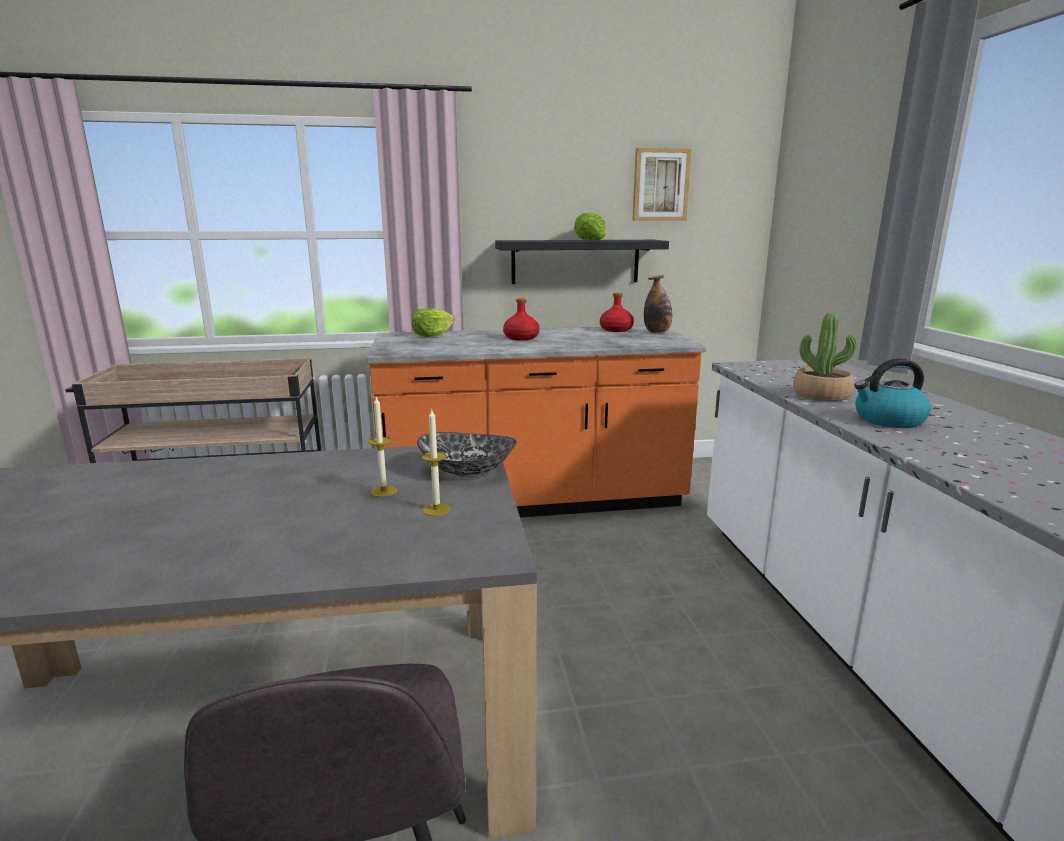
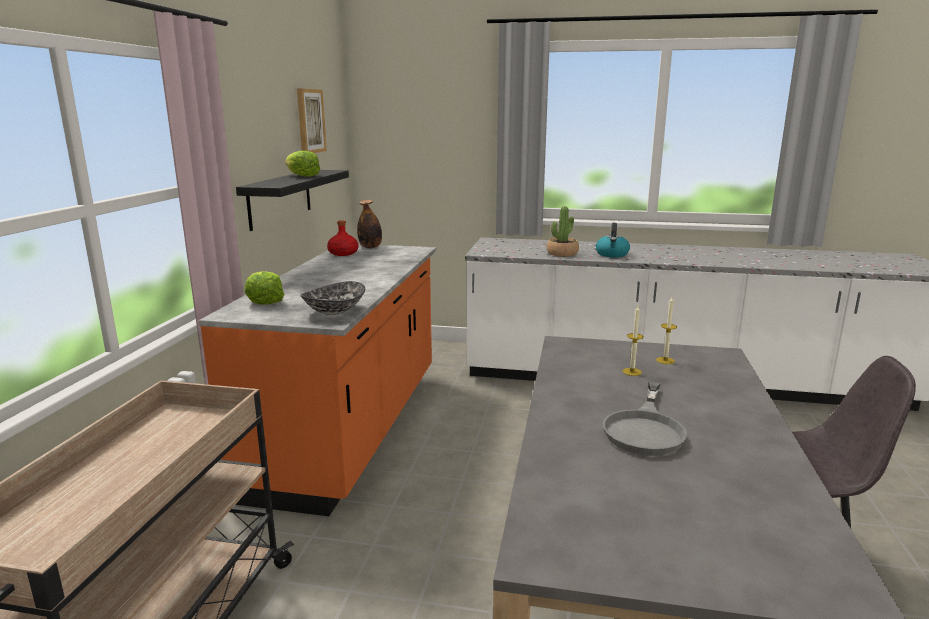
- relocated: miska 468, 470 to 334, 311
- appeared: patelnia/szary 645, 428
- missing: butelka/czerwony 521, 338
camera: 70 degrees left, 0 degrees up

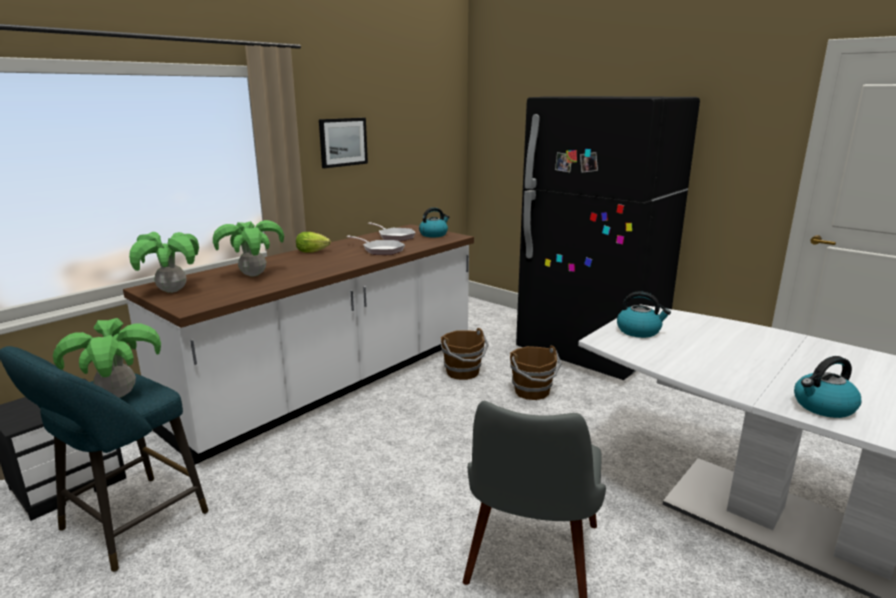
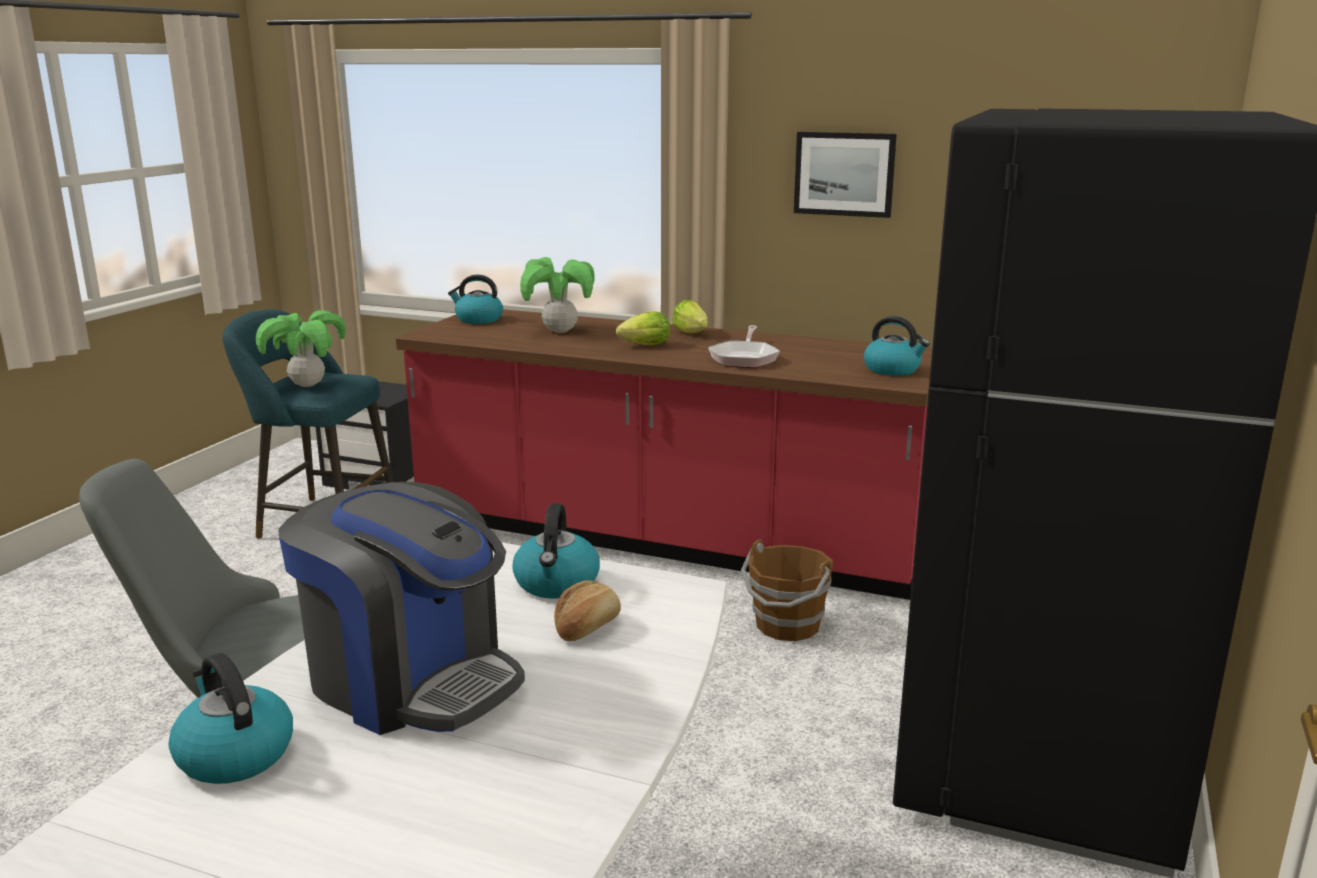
- appeared: ekspres do kawy 411, 680
- colour: zabudowa kuchenna/biały 334, 382 to zabudowa kuchenna/czerwony 666, 537
- exchanged: roślina doniczkowa 172, 291 to czajnik 478, 319
- appeared: chleb 586, 627
- appeared: sałata 642, 346
- missing: patelnia 394, 237
- missing: wiadro/brązowy 532, 392
camera: 70 degrees right, 0 degrees up

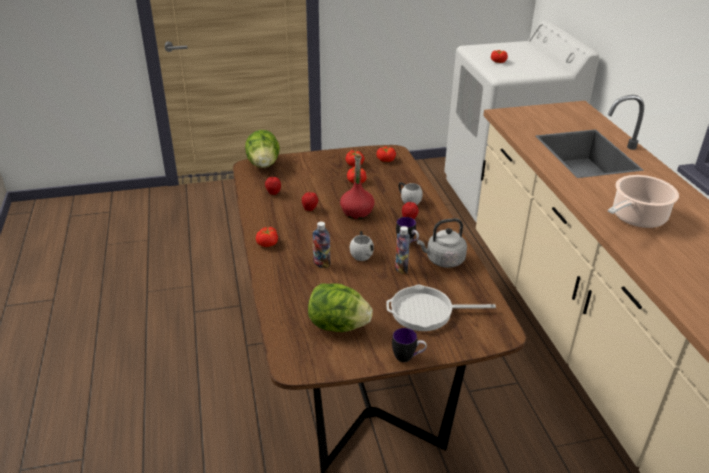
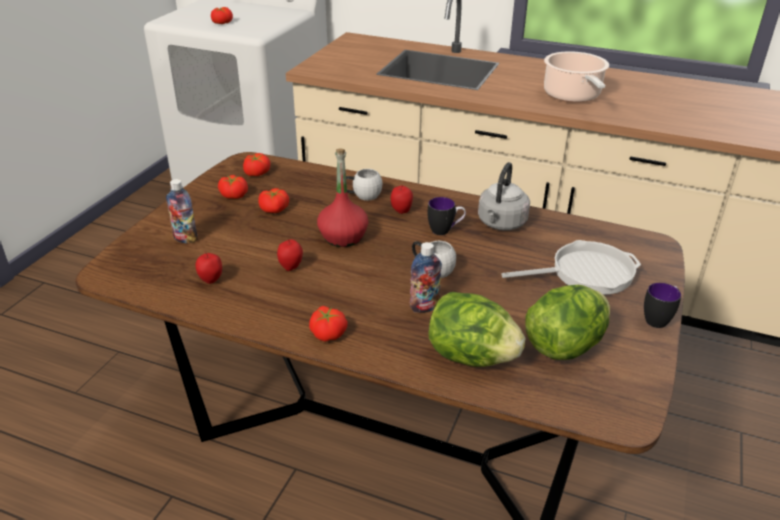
- relocated: butelka 401, 268 to 185, 239
- relocated: sałata 263, 164 to 471, 356
- spun: patelnia 426, 312 = 586, 273 135 degrees counterclockwise
camera: 55 degrees left, 0 degrees up

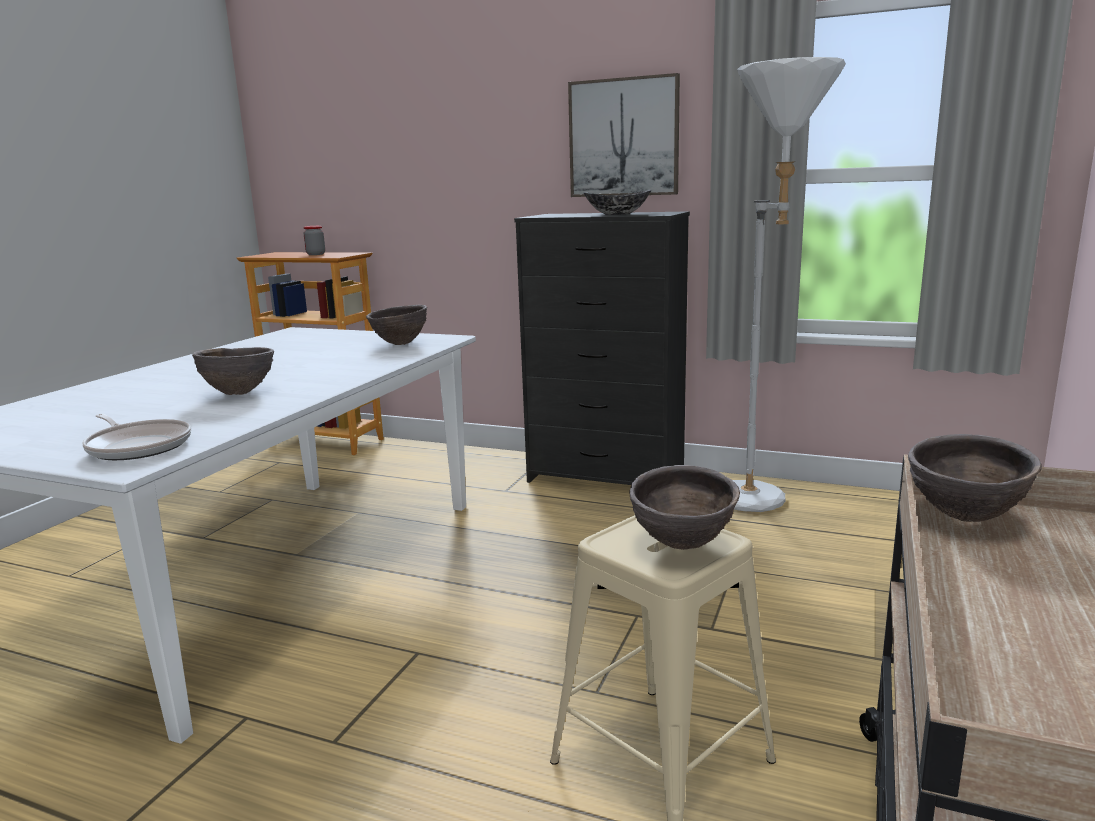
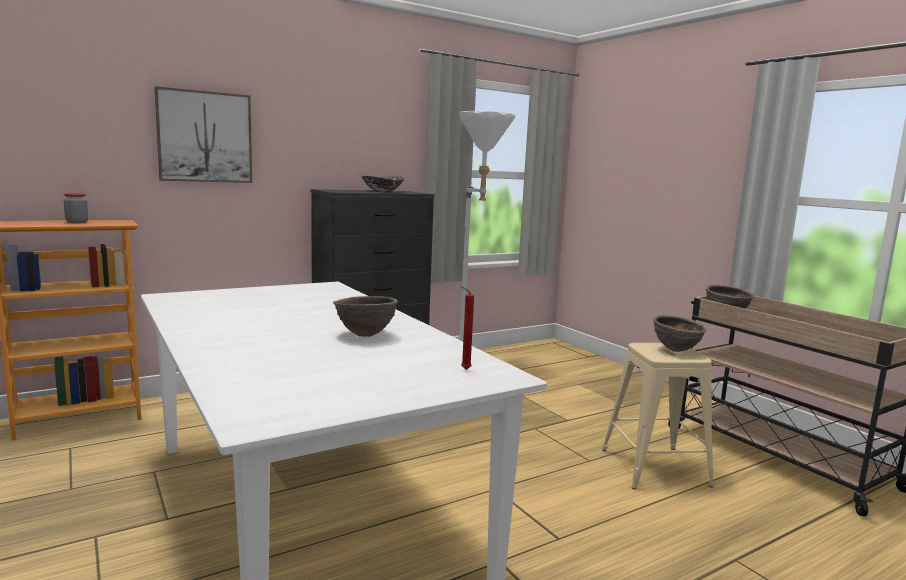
- relocated: obraz 624, 138 to 205, 137
- exchanged: patelnia 138, 446 to świeca/czerwony 464, 369
- missing: miska/brązowy 399, 344
camera: 55 degrees left, 5 degrees down

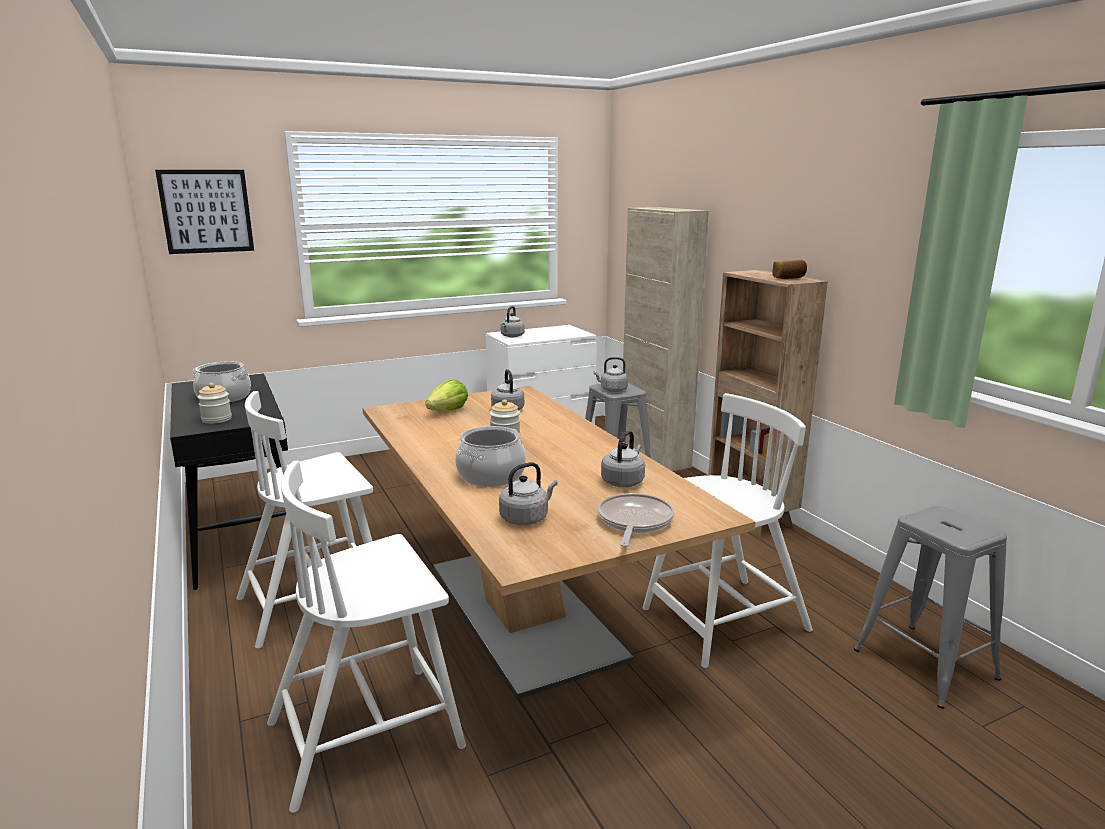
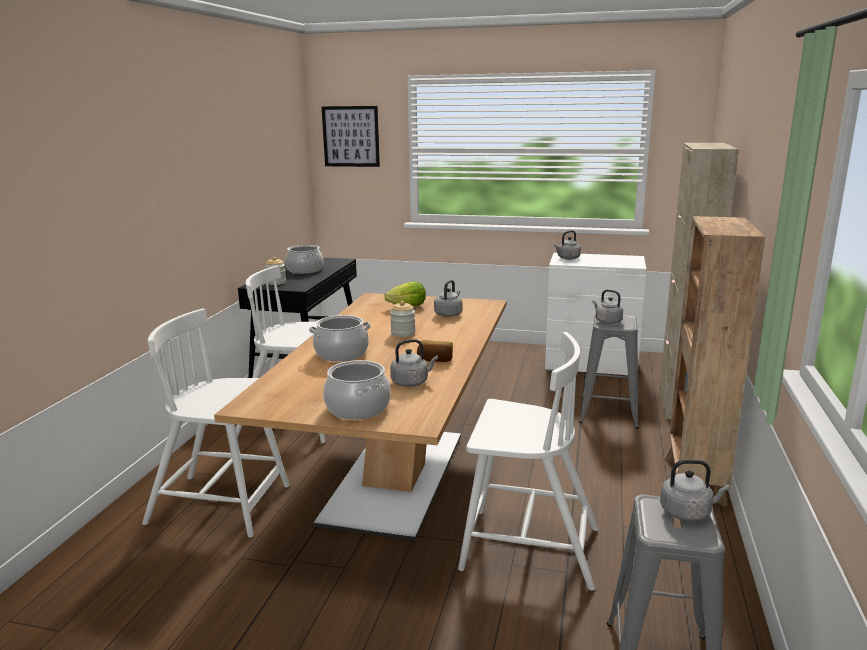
- exchanged: patelnia 634, 522 to garnek 357, 408
- relocated: chleb 789, 278 to 435, 360
- relocated: czajnik/szary 526, 518 to 688, 512
camera: 40 degrees right, 0 degrees up

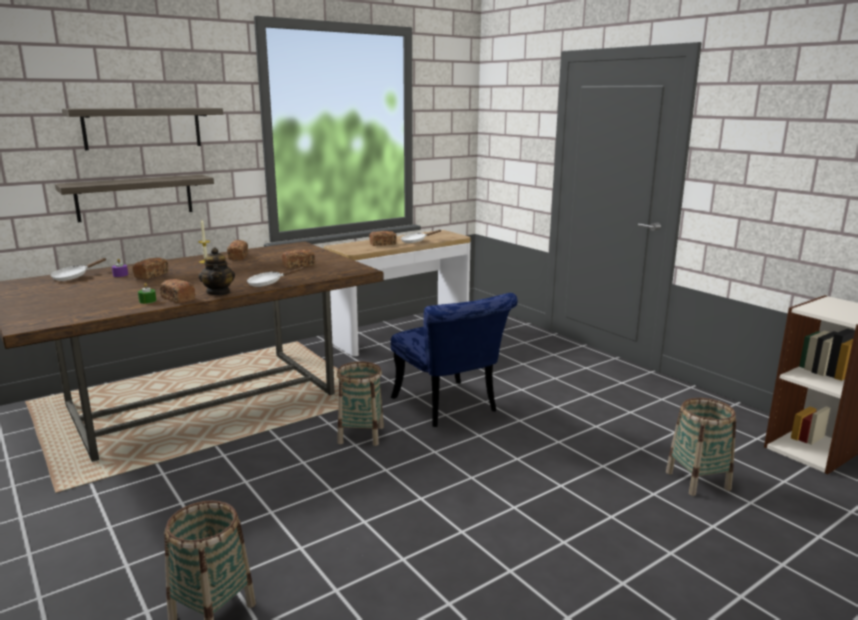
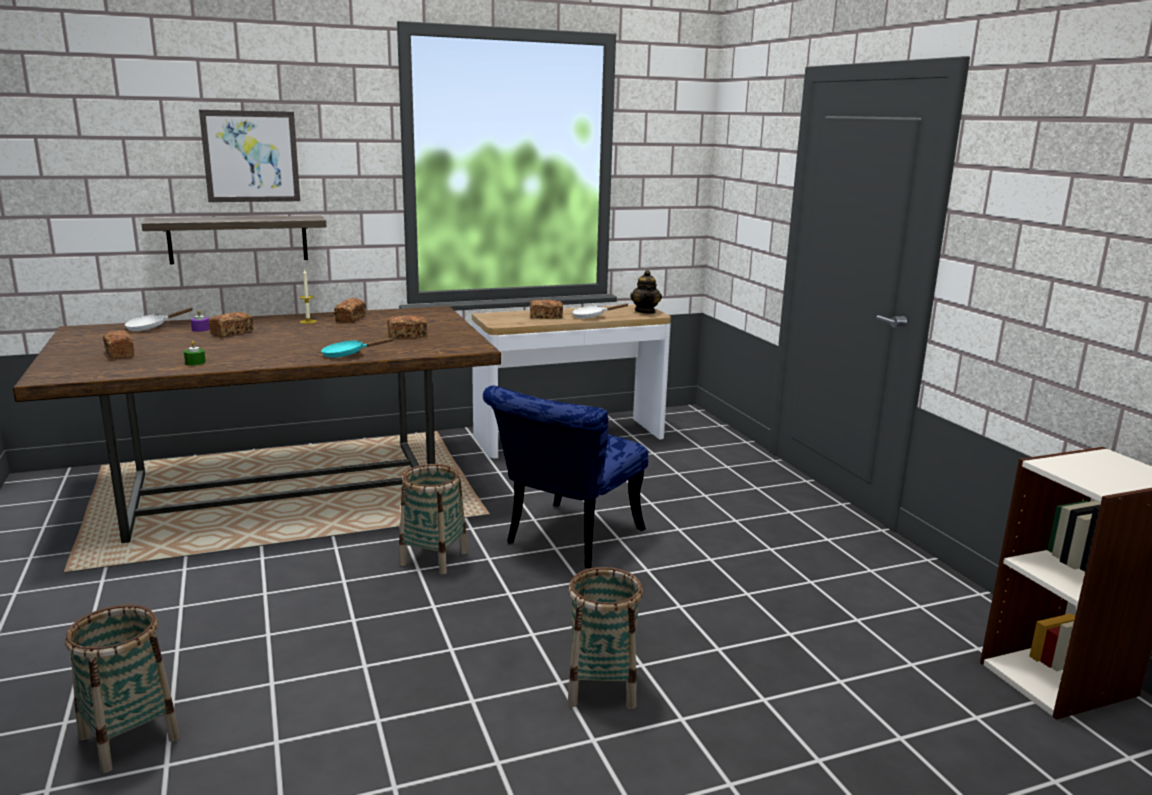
- relocated: chleb 178, 298 to 119, 353
- exchanged: półka 143, 128 to obraz 251, 156
- colour: patelnia/biały 268, 283 to patelnia/turkusowy 348, 354
- spun: krzesło/niebieski 449, 408 = 566, 540 45 degrees clockwise
- relocated: koszyk 698, 480 to 602, 687
- relocated: imbryk 218, 292 to 645, 311
camera: 15 degrees right, 0 degrees up

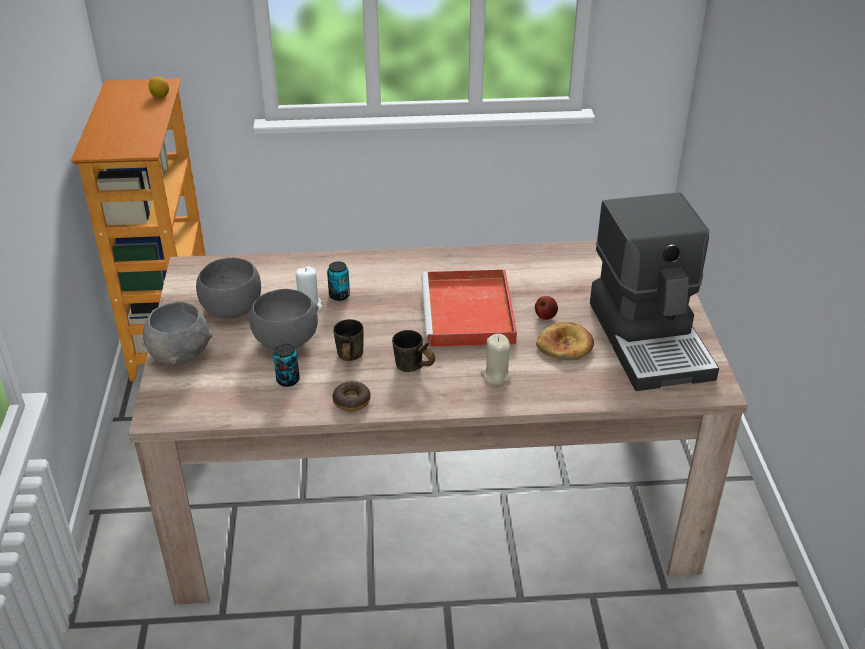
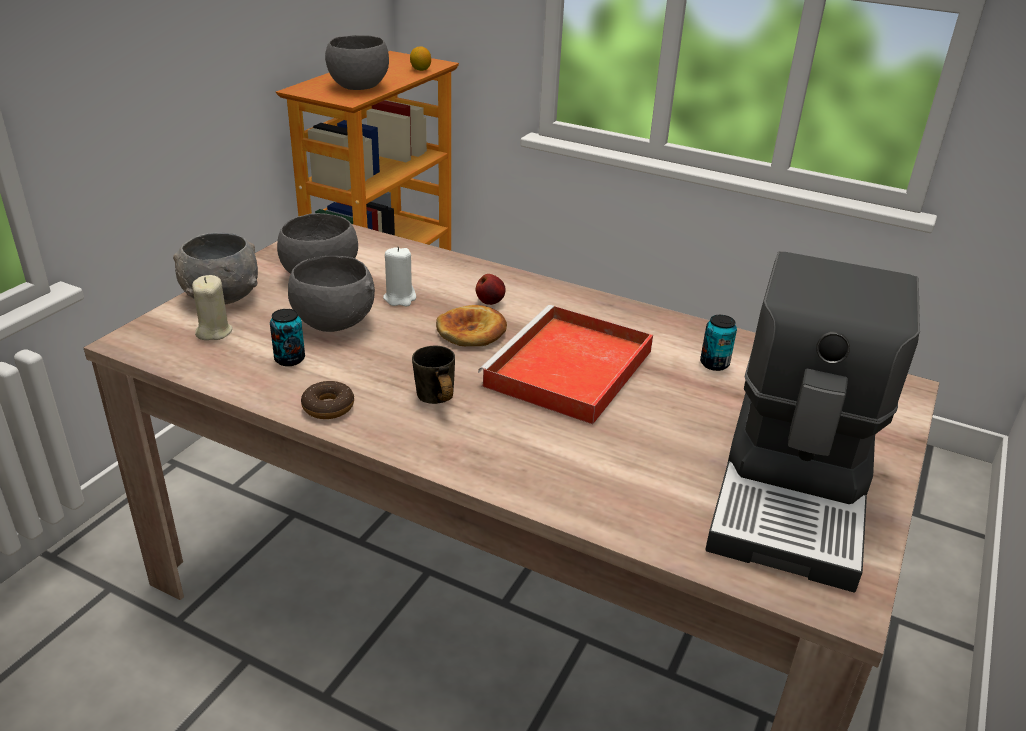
- relocated: świeca/beżowy 496, 375 to 214, 332
- appeared: miska/szary 359, 87
- relocated: chleb 565, 345 to 471, 331
- relocated: jabłko 545, 316 to 490, 302
- relocated: puszka 339, 295 to 714, 364
- missing: kubek/szary 346, 358
camera: 30 degrees right, 5 degrees down

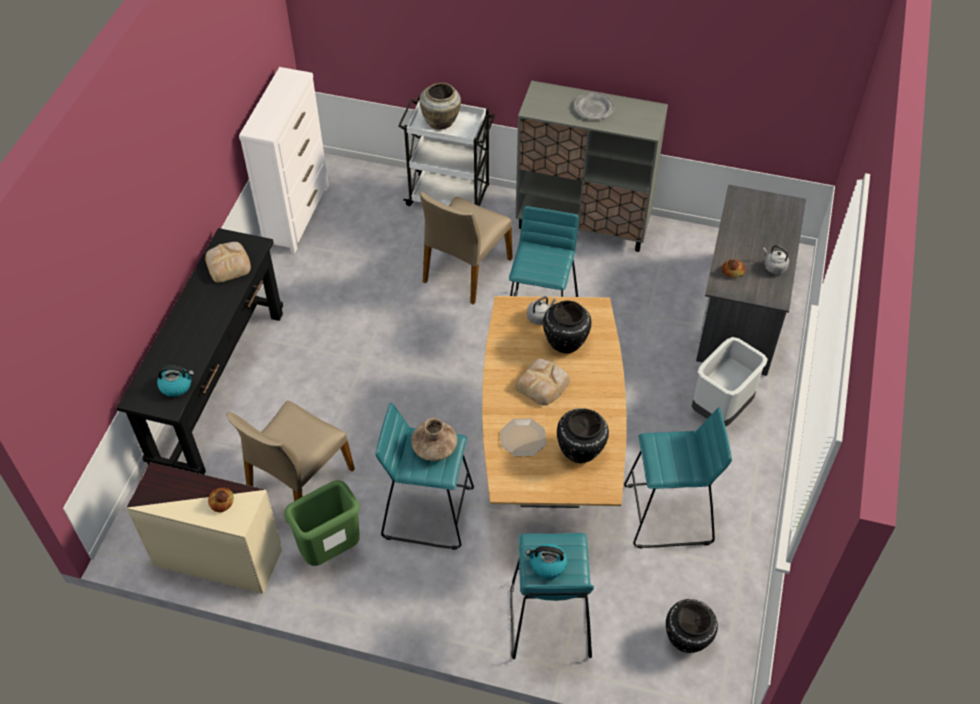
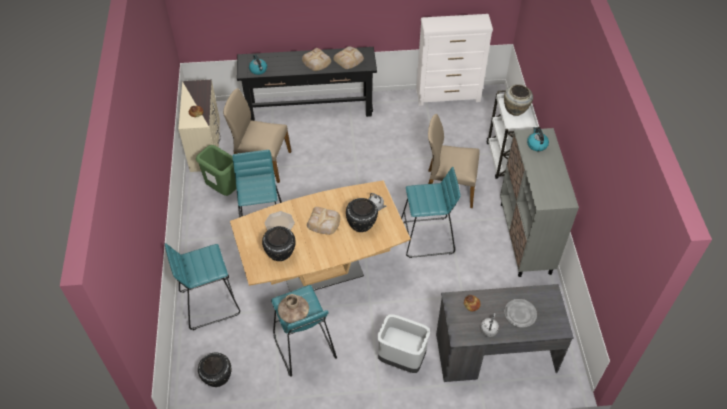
- relocated: wazon/brązowy 434, 448 to 294, 313
- appeared: chleb 316, 62
- relocated: talerz/szary 593, 108 to 520, 314
- relocated: czajnik 547, 565 to 536, 144
camera: 70 degrees right, 0 degrees up

